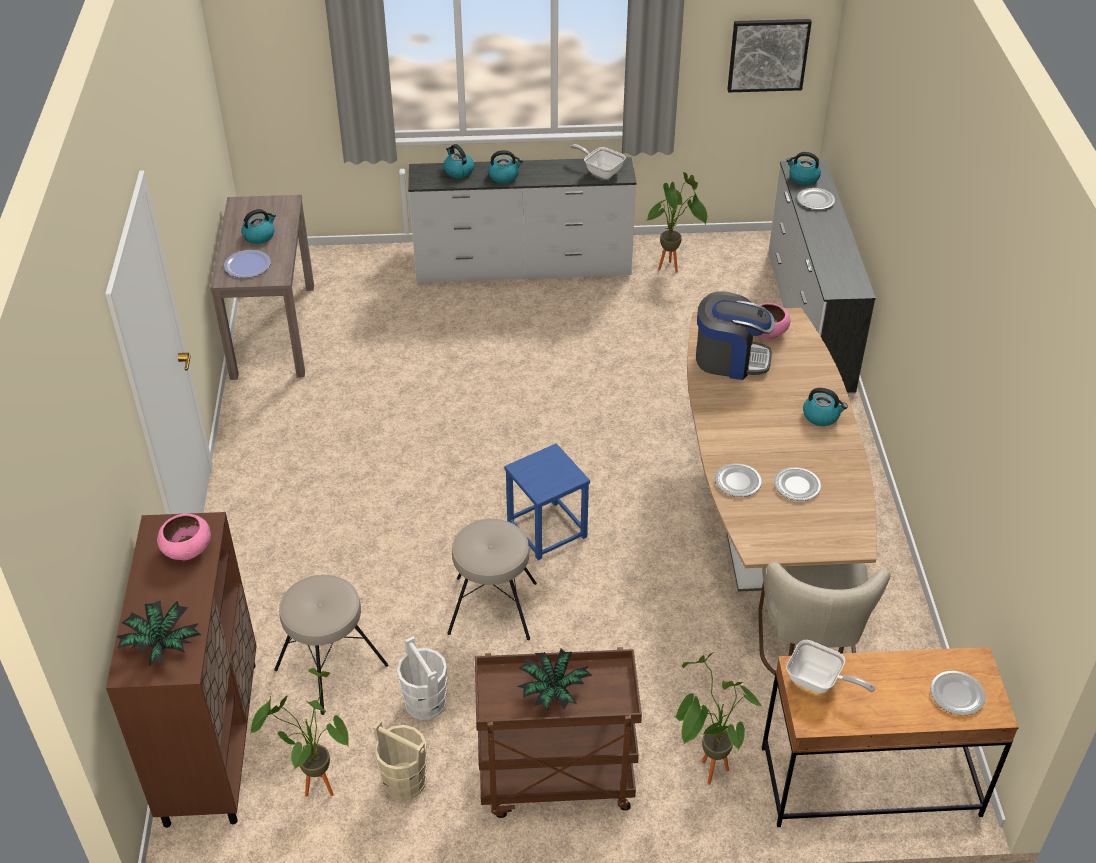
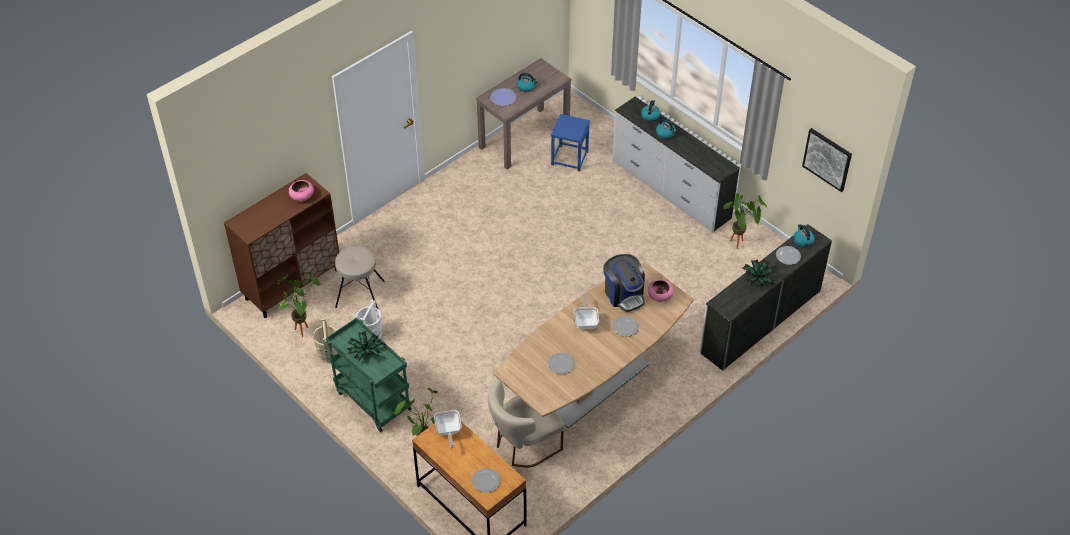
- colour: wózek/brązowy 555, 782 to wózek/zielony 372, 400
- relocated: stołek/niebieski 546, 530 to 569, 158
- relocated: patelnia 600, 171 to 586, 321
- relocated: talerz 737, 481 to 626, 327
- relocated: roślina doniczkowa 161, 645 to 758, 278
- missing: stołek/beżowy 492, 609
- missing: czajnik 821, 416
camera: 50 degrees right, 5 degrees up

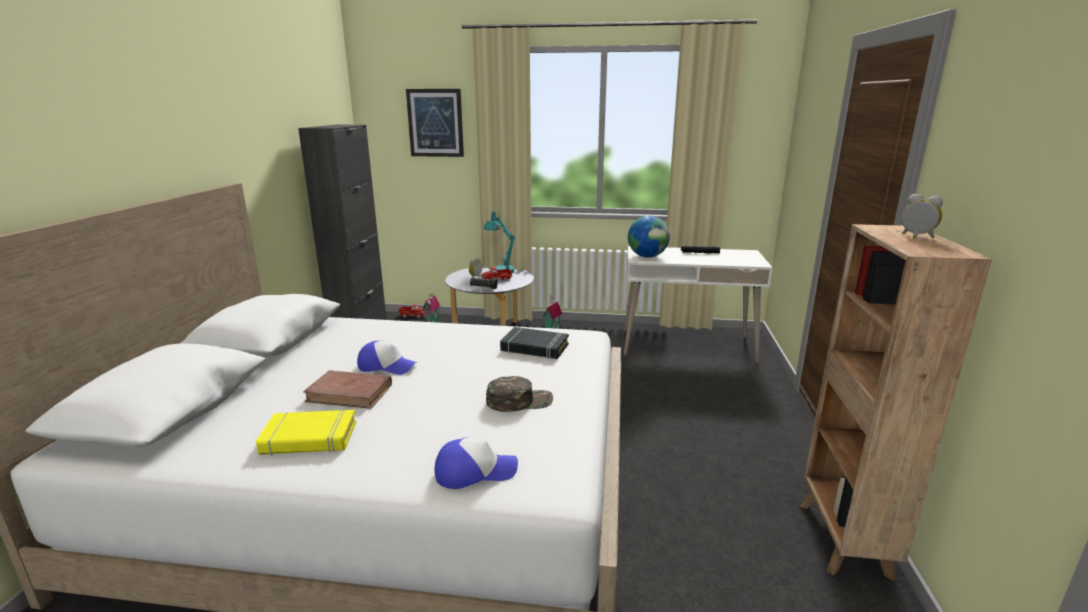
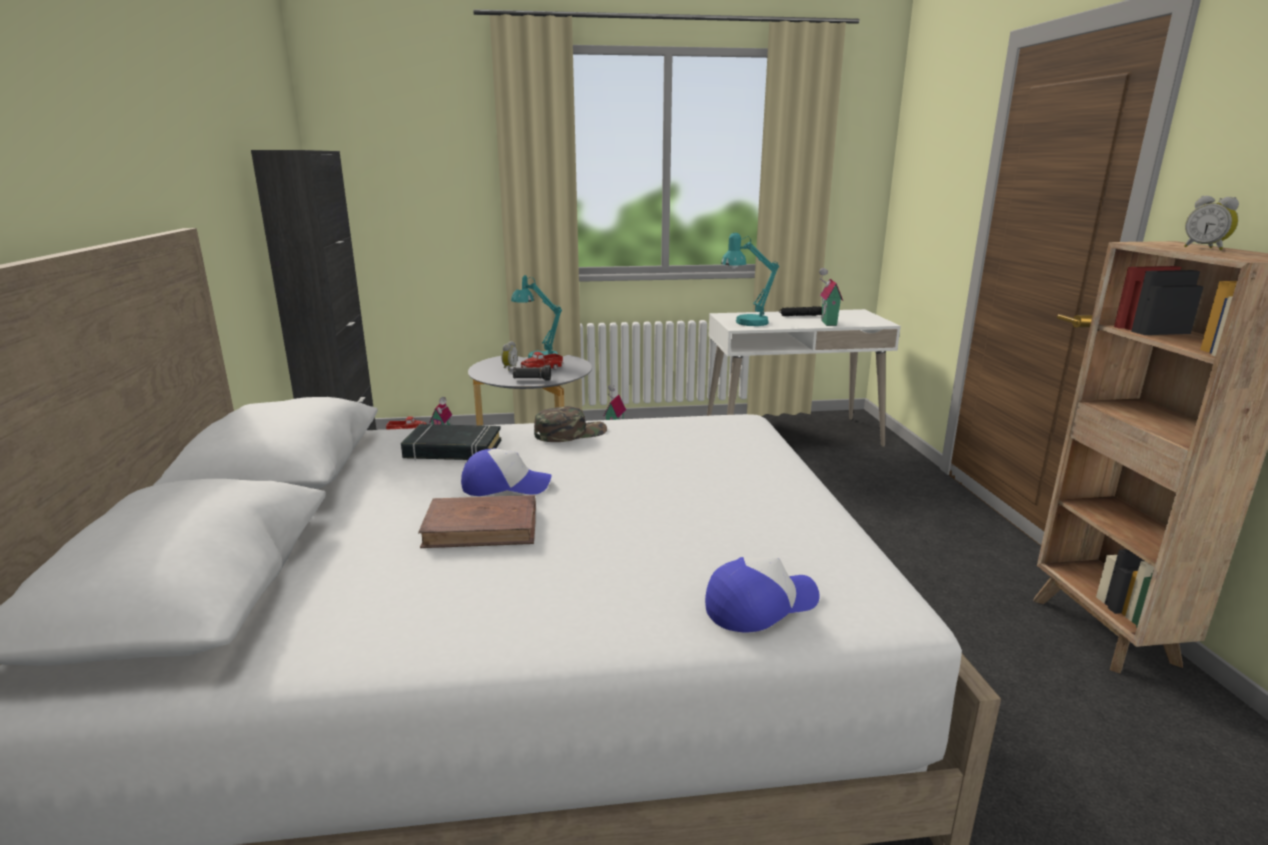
- relocated: książka/czarny 534, 348 to 453, 450
- relocated: czapka z daszkiem/zielony 519, 401 to 570, 433
- exchanged: globus 647, 256 to lampa stołowa/turkusowy 745, 323
- appeared: domek 827, 323
- spun: budzik 916, 237 = 1205, 248 150 degrees counterclockwise
- missing: książka/żółty 309, 438
- missing: obraz 435, 123
camera: 15 degrees left, 0 degrees up

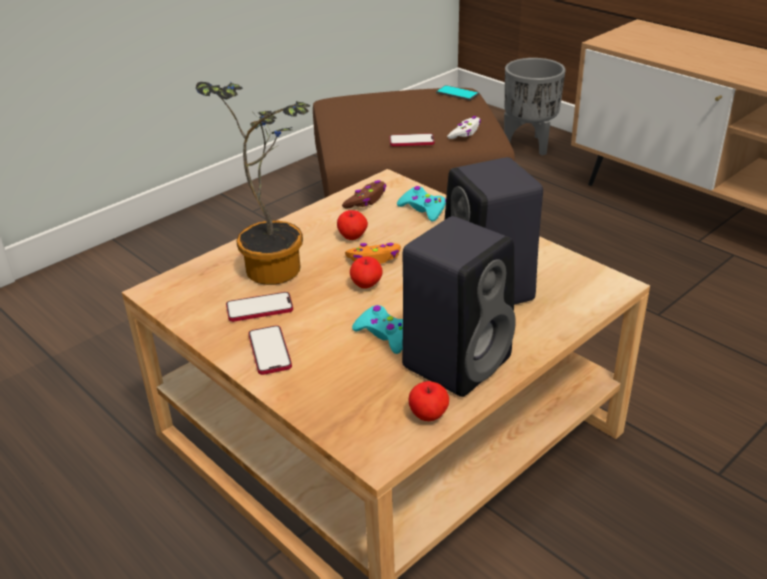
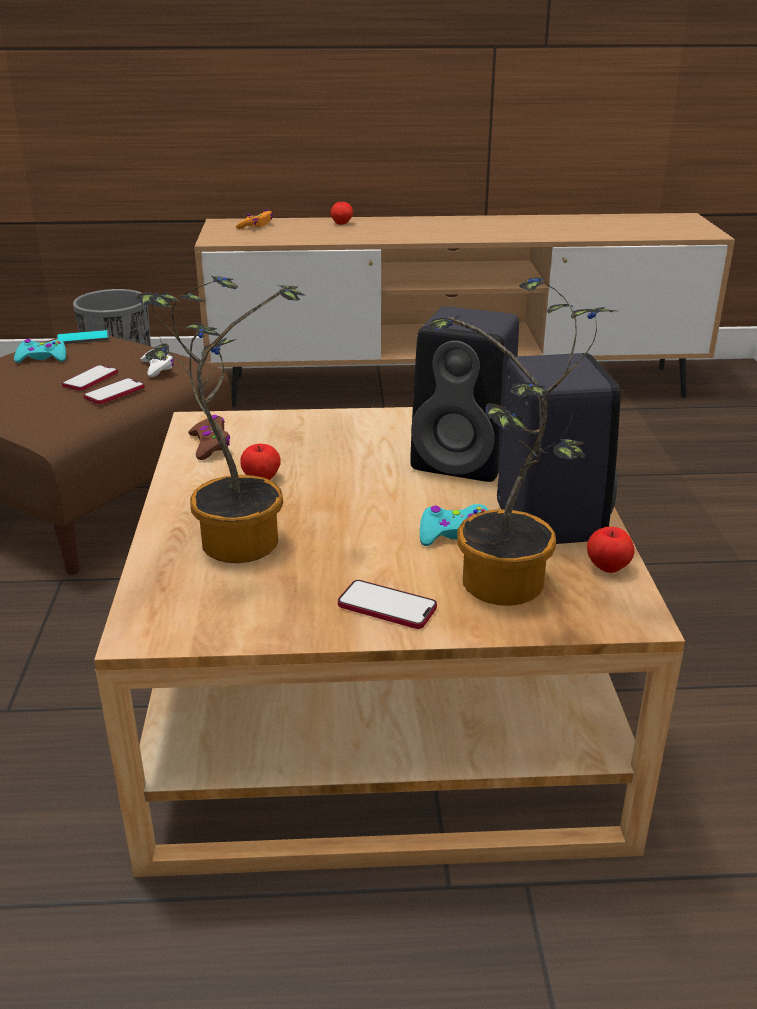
- relocated: pad do gier/turkusowy 423, 209 to 42, 358
- relocated: telefon 259, 308 to 90, 379
- relocated: pad do gier/pomarańczowy 374, 258 to 256, 226
- relocated: jabłko 366, 285 to 342, 223
- appeared: roślina doniczkowa 506, 591
camera: 50 degrees left, 5 degrees down

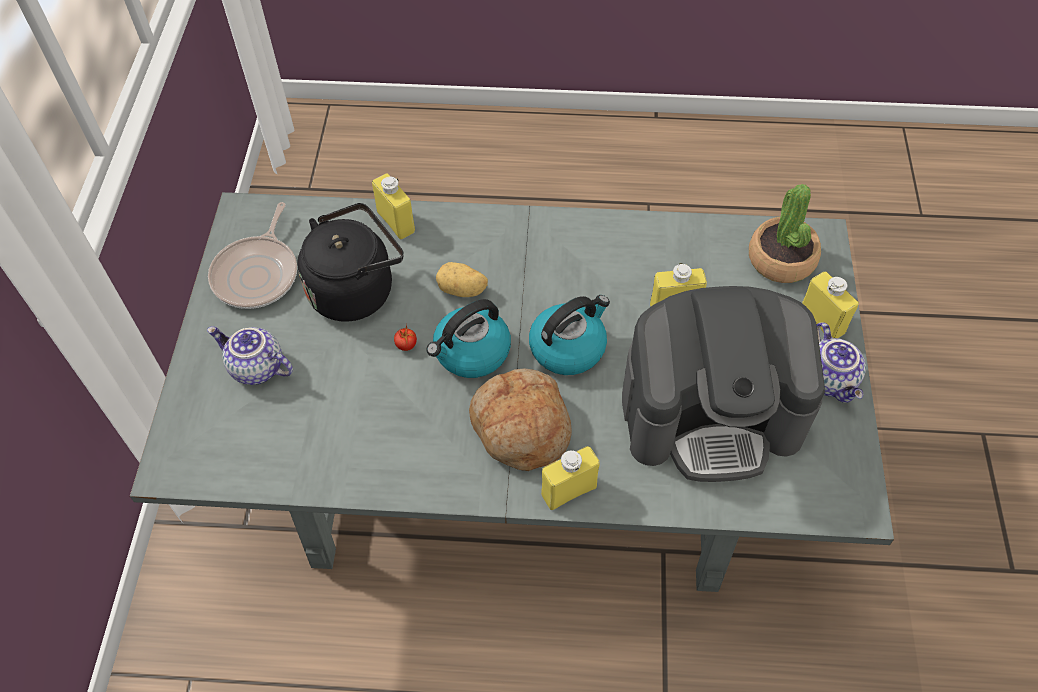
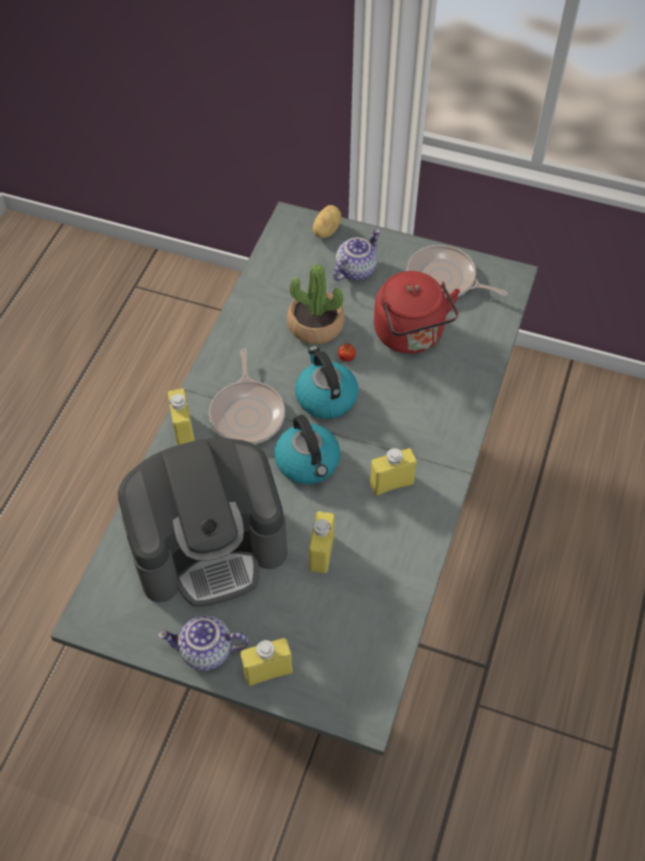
- spun: ekspres do kawy 711, 413 = 209, 545 120 degrees counterclockwise
- exchanged: chleb 520, 427 to patelnia 248, 413
- relocated: roślina doniczkowa 781, 259 to 315, 325
- relocated: ziemniak 462, 290 to 325, 230
- relocated: butelka/żółty 396, 222 to 391, 483
- colour: czajnik/czarny 356, 289 to czajnik/czerwony 411, 335
camera: 105 degrees right, 0 degrees up

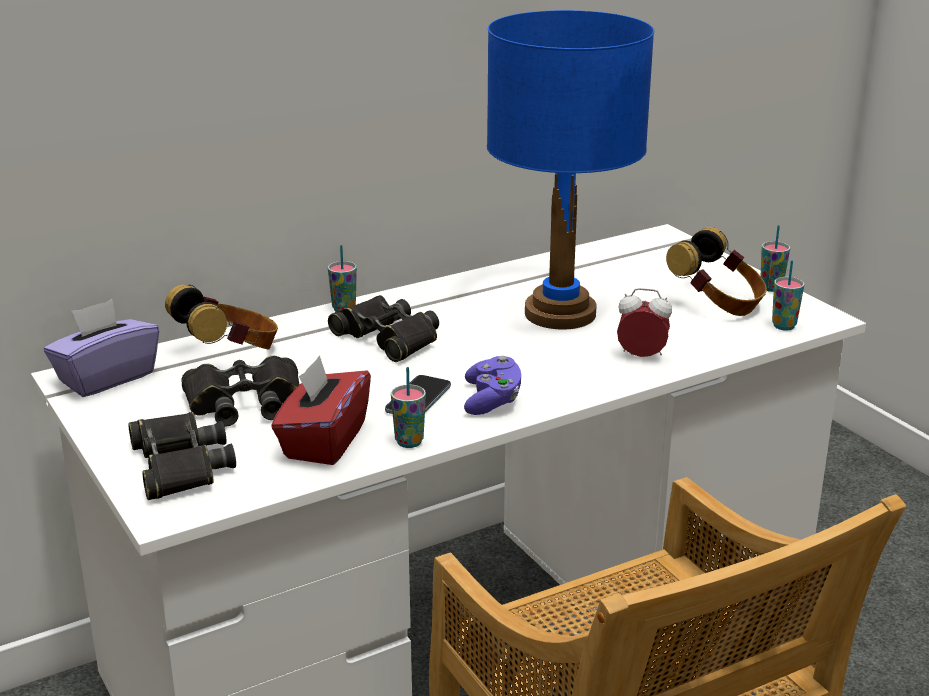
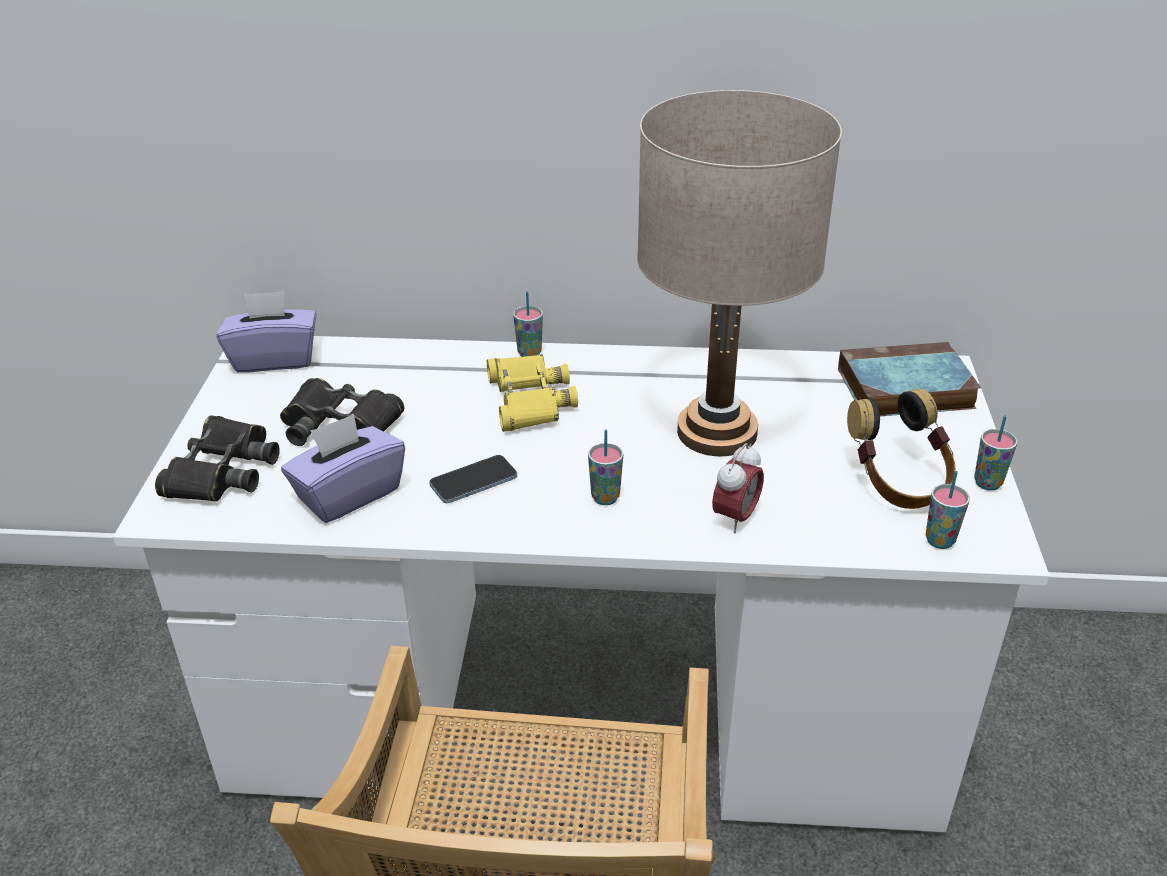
- colour: pudełko chusteczek/czerwony 323, 441 to pudełko chusteczek/fioletowy 348, 494
- colour: lornetka/czarny 388, 338 to lornetka/żółty 529, 400
- relocated: filiżanka 409, 442 to 605, 498
- colour: lampa stołowa/niebieski 561, 314 to lampa stołowa/beżowy 717, 432
- spun: budzik 641, 357 = 735, 517 75 degrees clockwise
- appeared: książka 902, 389
- missing: słuchawki 230, 353
- missing: pad do gier/fioletowy 492, 400
camera: 35 degrees right, 10 degrees up

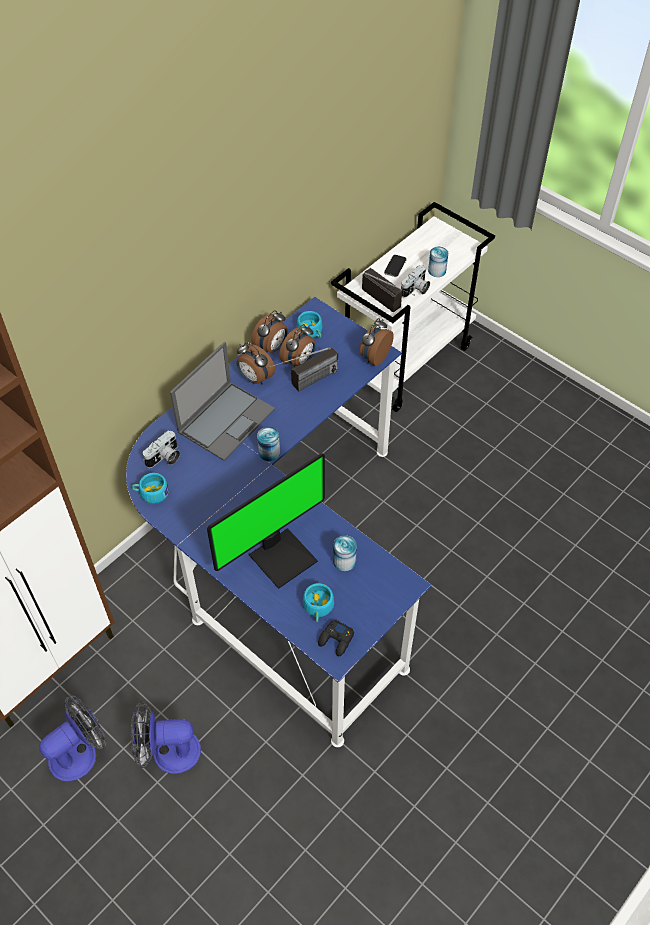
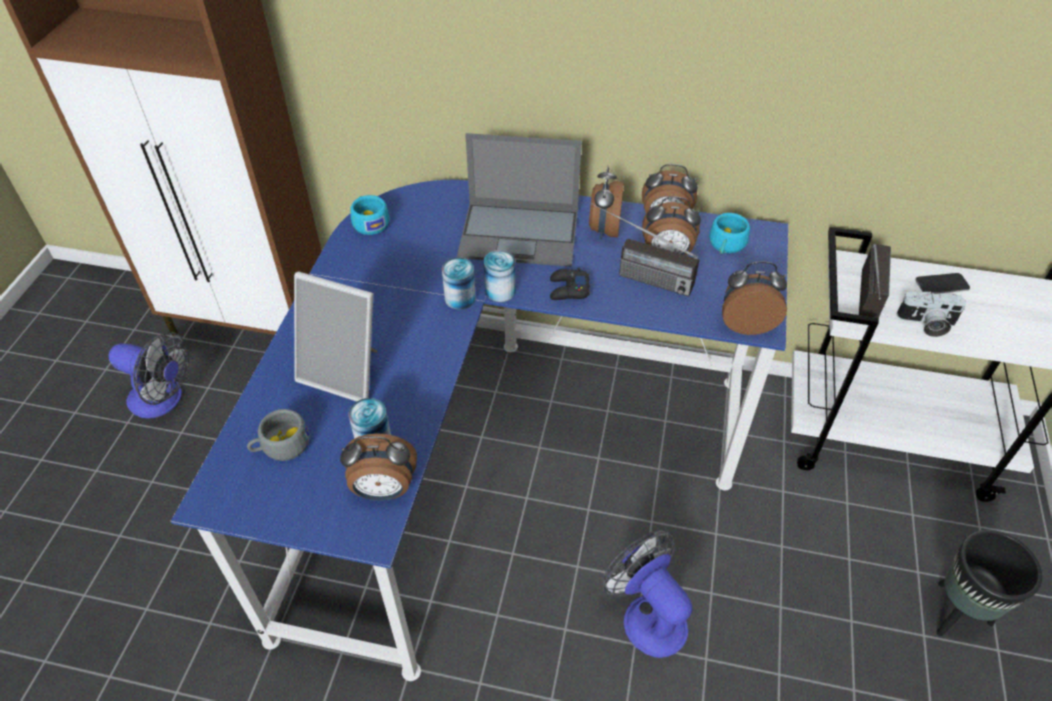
- colour: filiżanka/turkusowy 318, 608 to filiżanka/szary 280, 446
- exchanged: monitor 281, 556 to ramka na zdjęcie 345, 372
- appeared: budzik 383, 490
- relocated: puszka 437, 271 to 460, 298
- relocated: pad do gier/czarny 336, 640 to 568, 289
- relocated: wentylator 167, 752 to 647, 615
- appeared: donica/czarny 957, 614
- missing: aparat fotograficzny 165, 458
camera: 60 degrees right, 5 degrees down

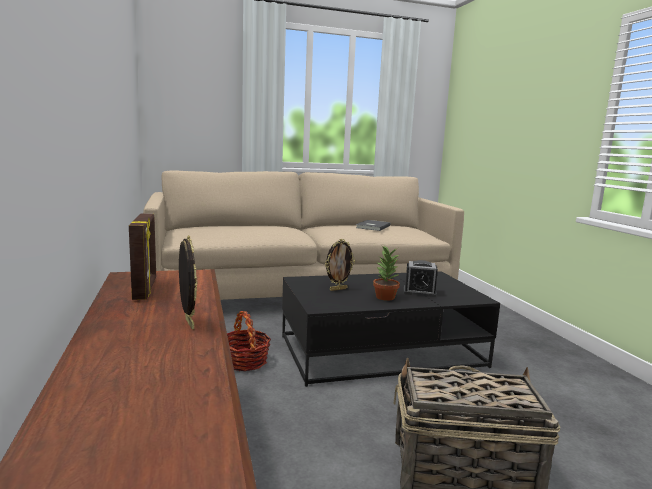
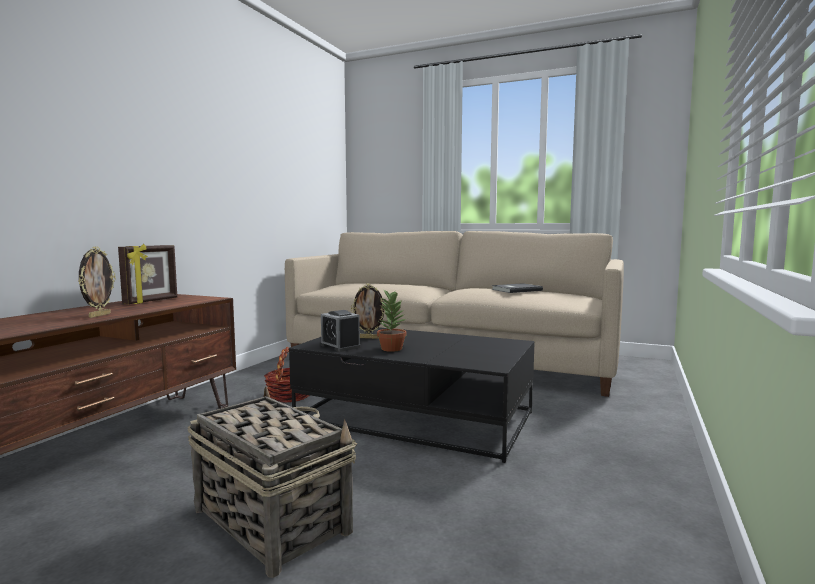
- relocated: budzik 419, 292 to 340, 346
camera: 40 degrees right, 5 degrees down

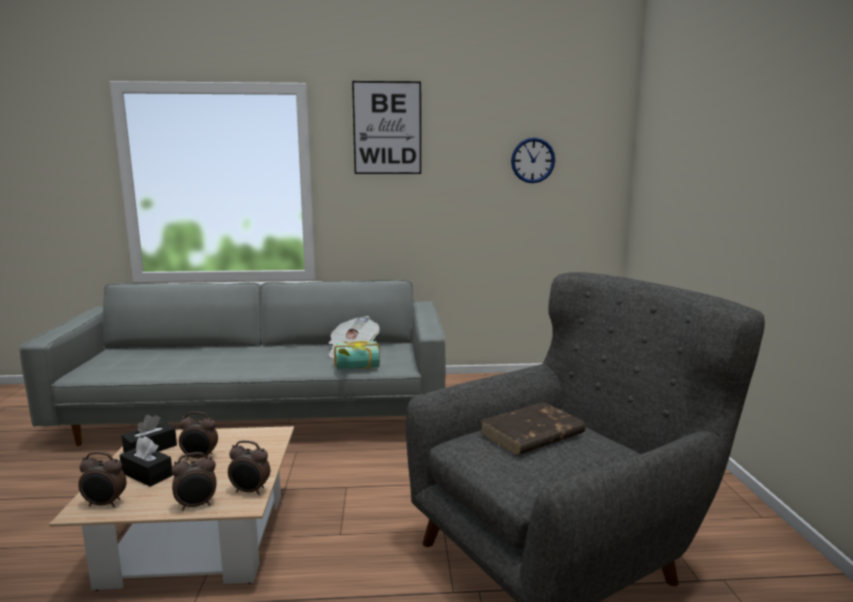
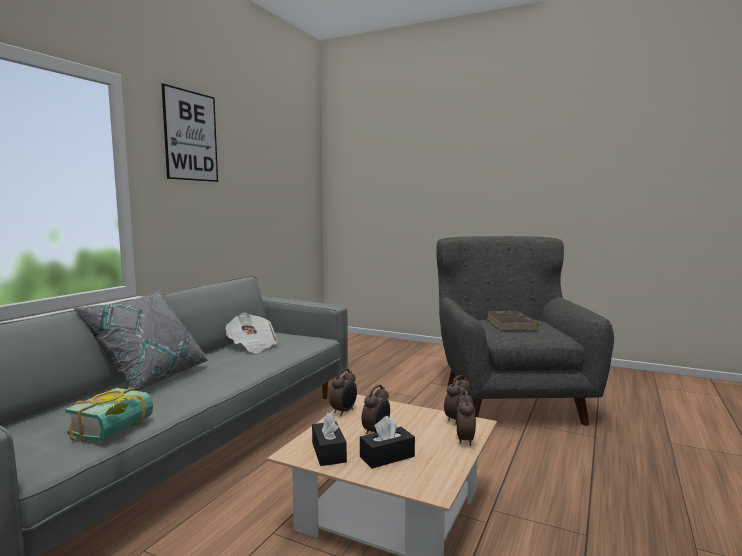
- relocated: książka 357, 368 to 117, 430
- appeared: poduszka/szary 150, 378
- relocated: budzik 105, 504 to 344, 411
- missing: zegar ścienny 533, 160
camera: 60 degrees left, 5 degrees down

